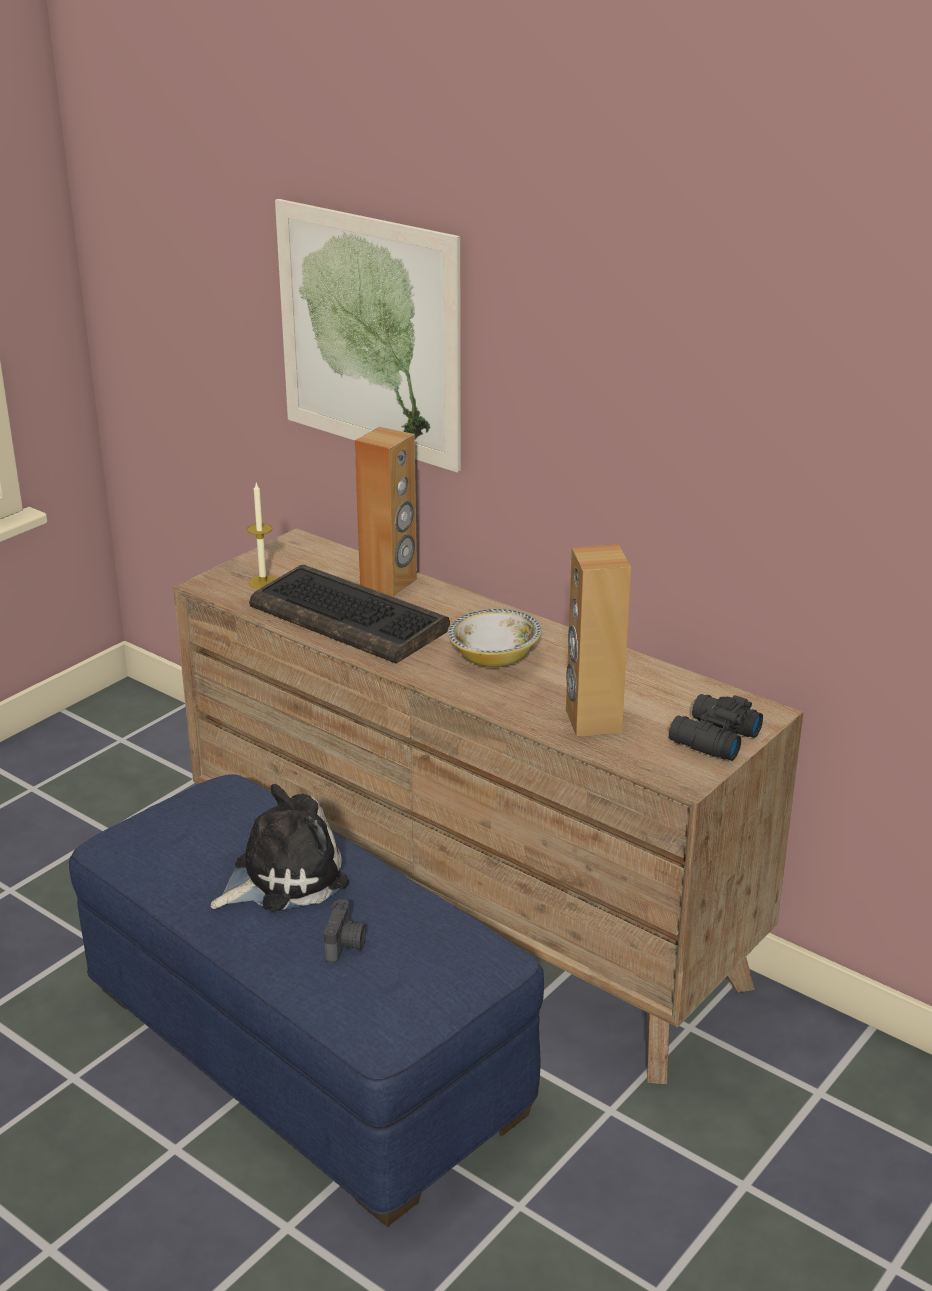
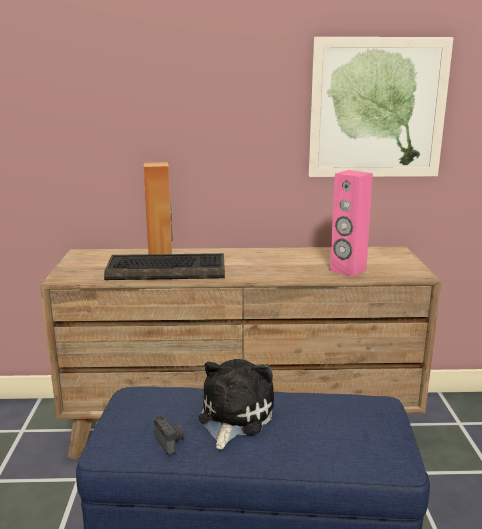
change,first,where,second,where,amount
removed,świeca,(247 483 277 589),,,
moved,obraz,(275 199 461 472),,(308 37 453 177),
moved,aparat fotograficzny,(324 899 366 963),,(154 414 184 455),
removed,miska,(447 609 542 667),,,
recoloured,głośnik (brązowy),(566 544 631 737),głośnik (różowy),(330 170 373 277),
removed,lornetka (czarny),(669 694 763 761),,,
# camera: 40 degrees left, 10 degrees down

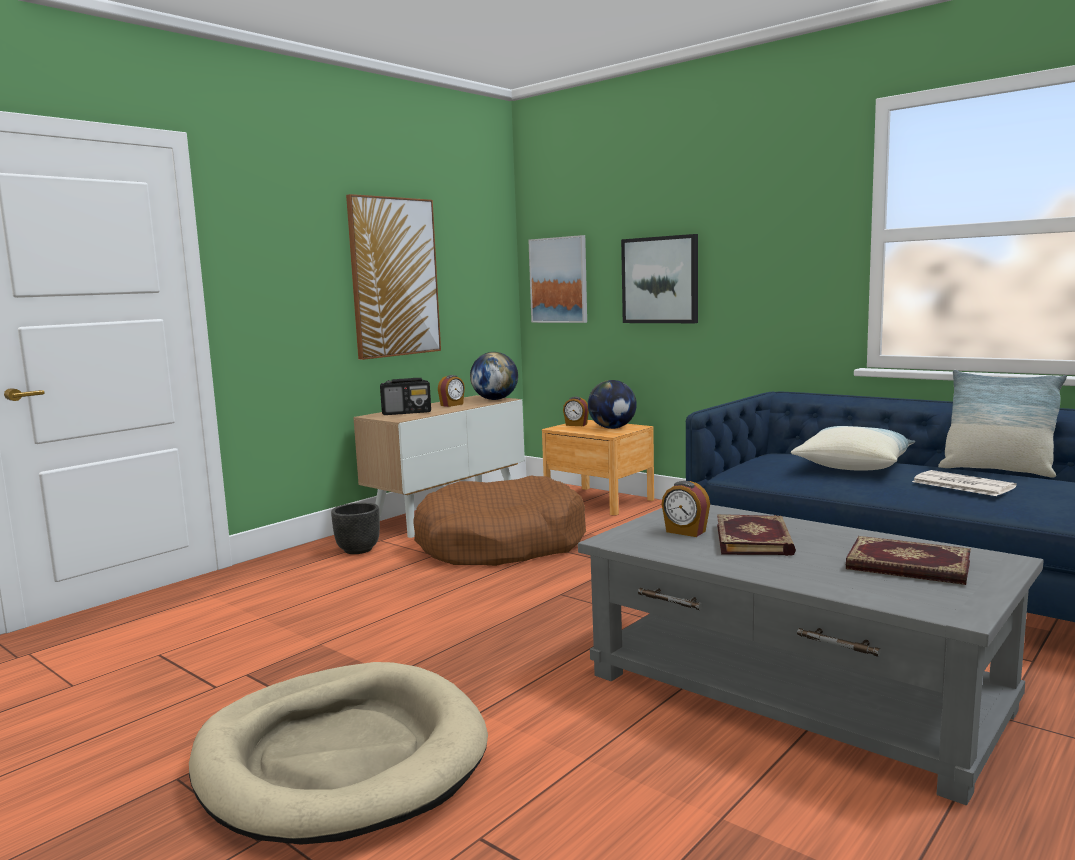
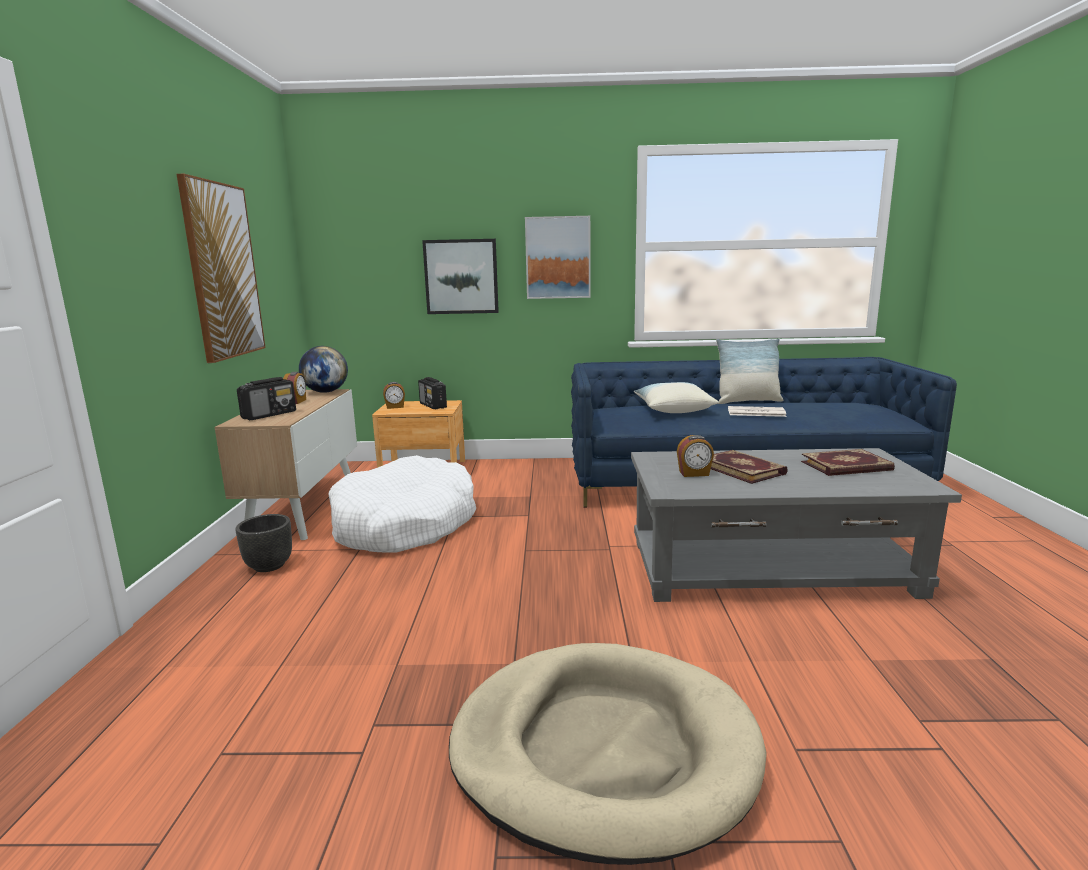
change,first,where,second,where,amount
recoloured,legowisko (brązowy),(413 476 586 566),legowisko (biały),(328 455 476 553),
moved,obraz,(528 235 587 323),,(525 216 590 299),
replaced,globus,(588 380 637 429),radio,(418 377 447 409),
# camera: 40 degrees left, 5 degrees up

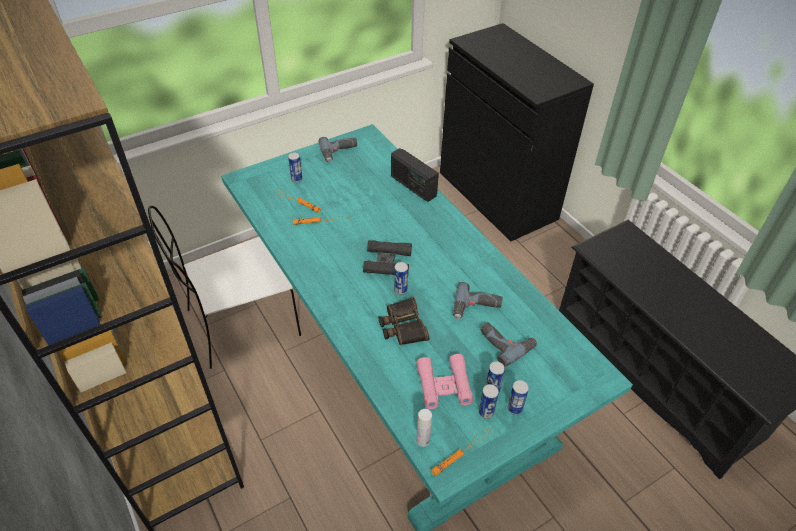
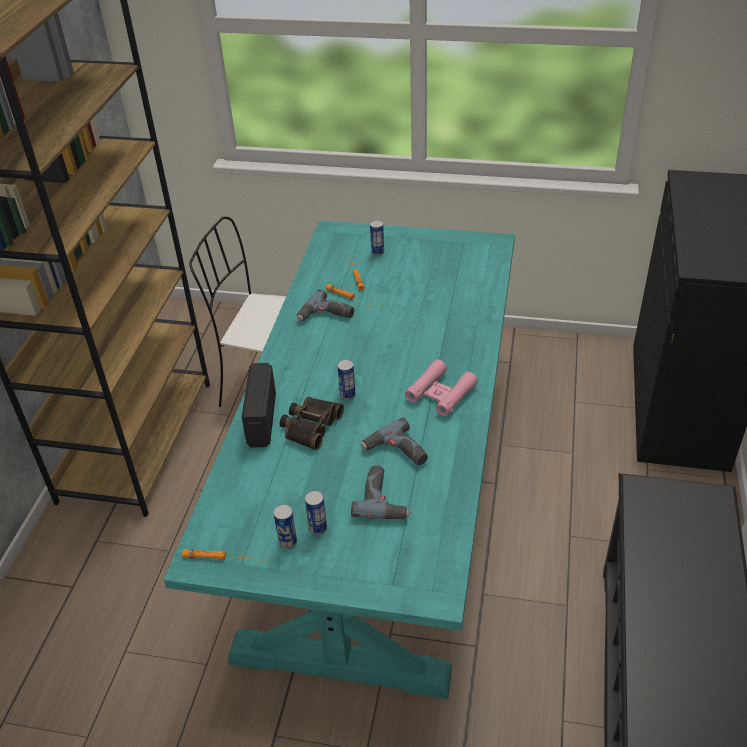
change,first,where,second,where,amount
moved,wiertarka,(319 137 357 162),,(297 289 354 321),
removed,lornetka (czarny),(363 240 412 275),,,
moved,radio,(391 148 439 202),,(242 363 276 448),
moved,lornetka (różowy),(416 354 473 409),,(405 359 478 416),
removed,butelka (biały),(416 409 432 447),,,
removed,puszka,(508 380 529 415),,,
# camera: 45 degrees right, 5 degrees down

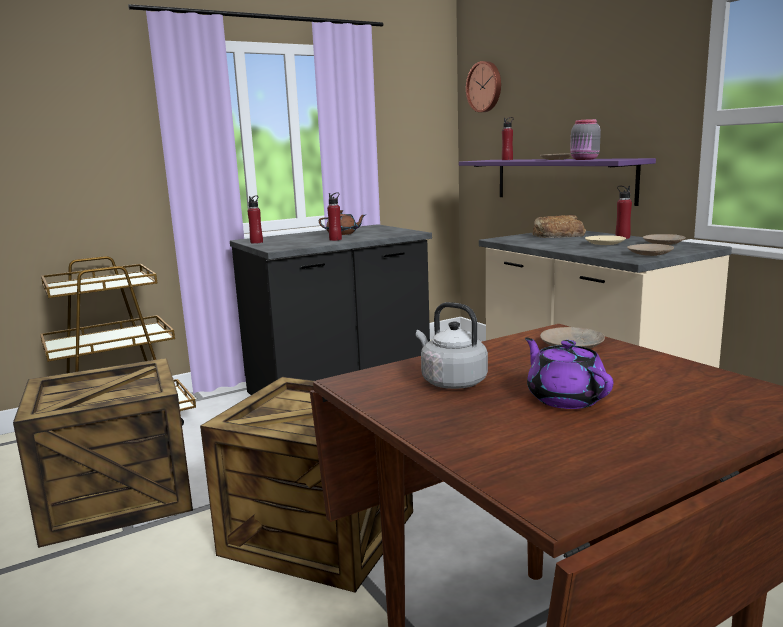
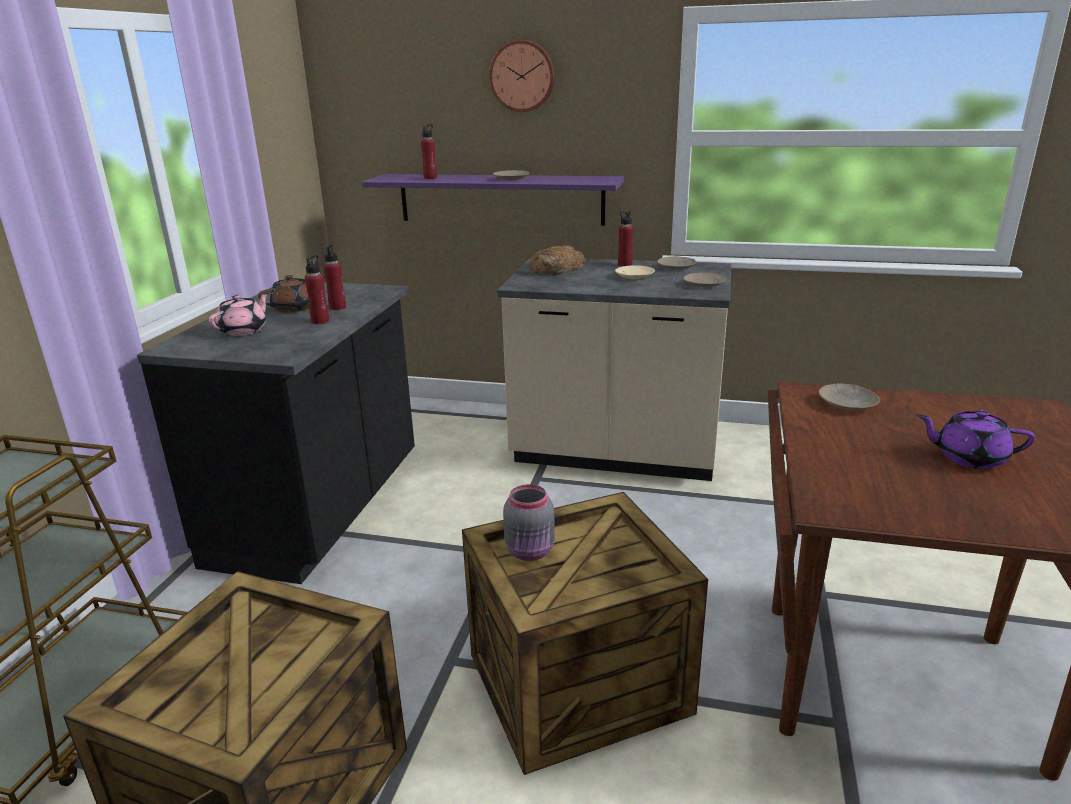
change,first,where,second,where,amount
moved,butelka (czerwony),(247 195 263 244),,(323 245 346 310),
removed,czajnik (szary),(416 302 488 389),,,
moved,zegar ścienny,(466 61 501 112),,(489 40 555 112),
moved,słoik (szary),(570 119 601 160),,(503 484 555 561),
added,,,imbryk (różowy),(209 293 269 336),
# camera: 45 degrees left, 10 degrees up

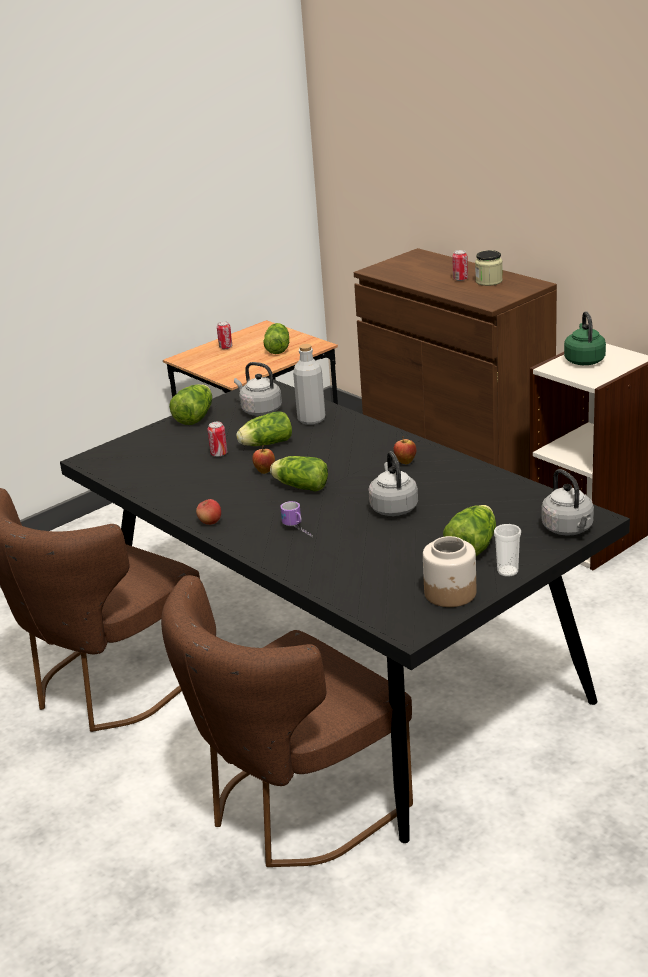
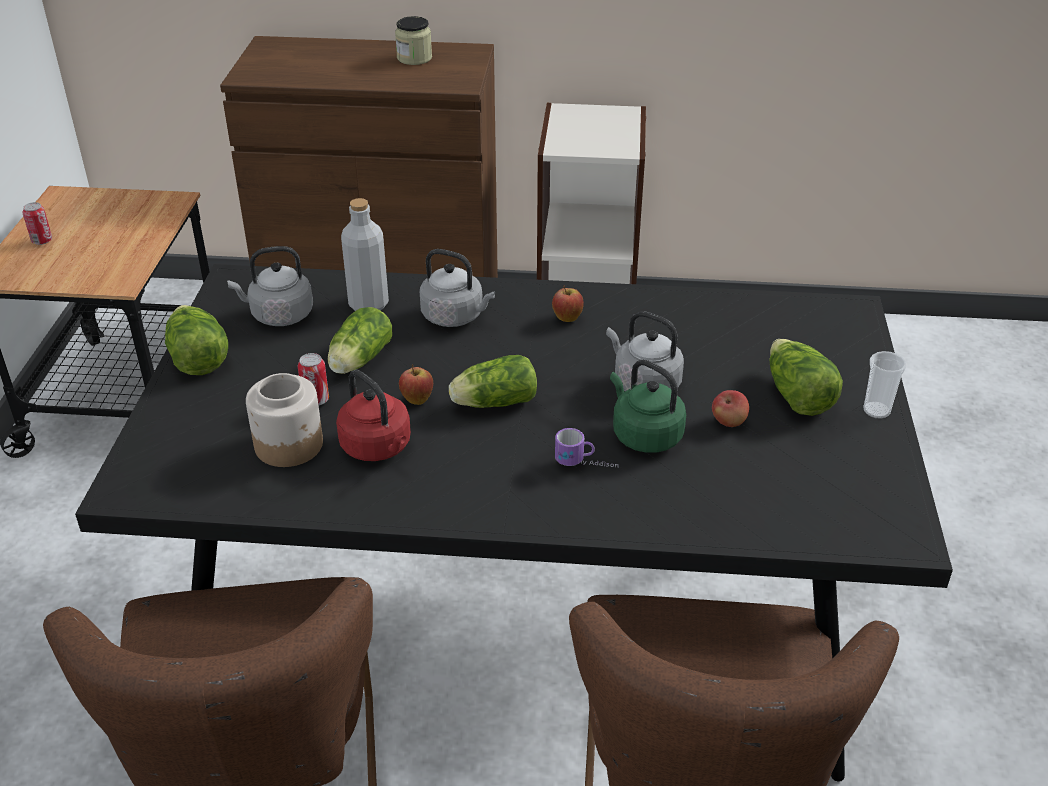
change,first,where,second,where,amount
moved,jabłko,(196 499 221 525),,(712 390 749 427),
removed,sałata,(263 323 289 354),,,
moved,słoik,(423 536 476 607),,(246 373 323 467),
removed,puszka,(452 250 468 281),,,
moved,czajnik (szary),(542 469 594 536),,(419 249 495 327),
moved,czajnik (zielony),(564 311 606 365),,(610 360 686 453),
added,,,czajnik (czerwony),(336 370 411 461),
# camera: 45 degrees left, 10 degrees up

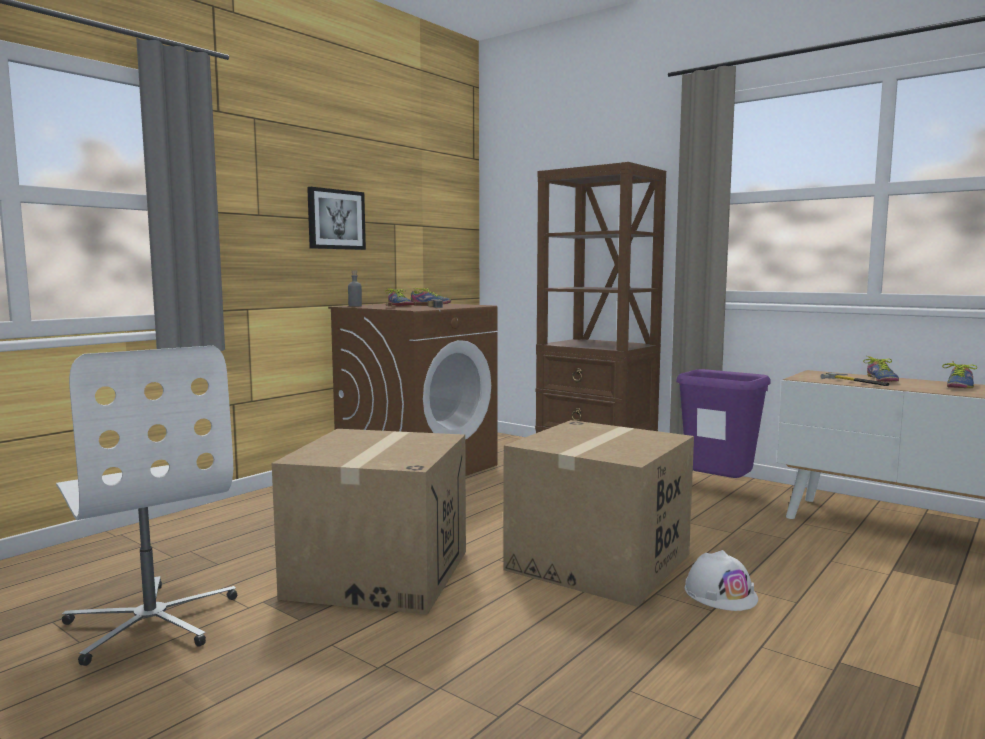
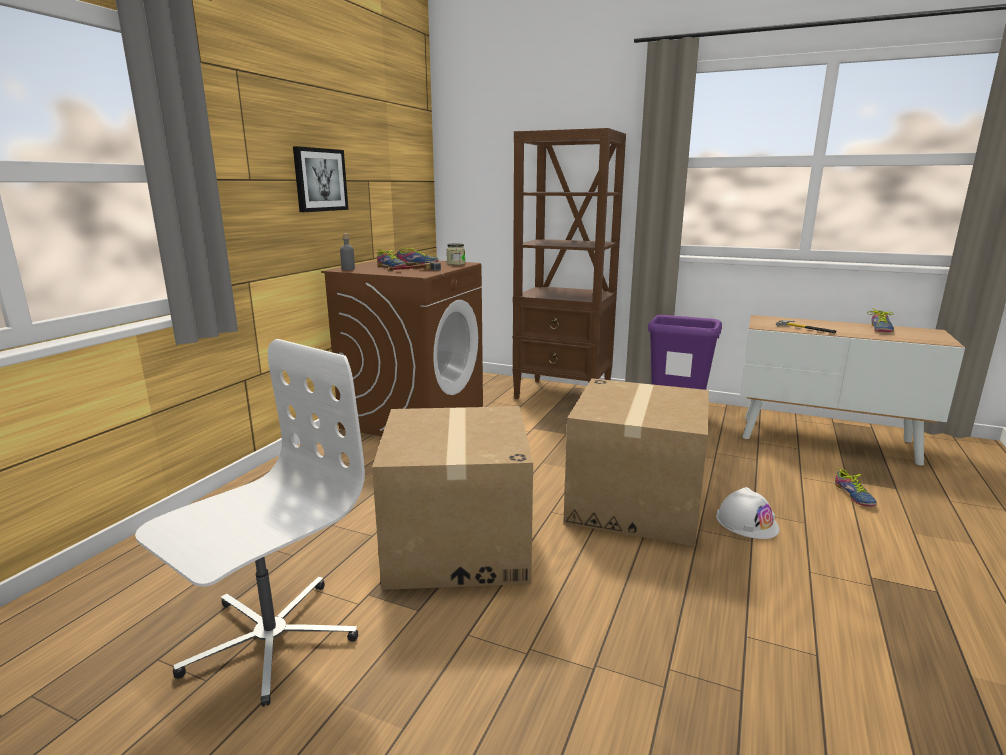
change,first,where,second,where,amount
turned,krzesło biurowe (biały),(56 346 237 666),,(135 339 365 707),90 degrees counterclockwise
moved,but,(863 356 899 382),,(835 468 877 507),
added,,,słoik,(447 243 465 265),
# camera: 15 degrees left, 10 degrees up

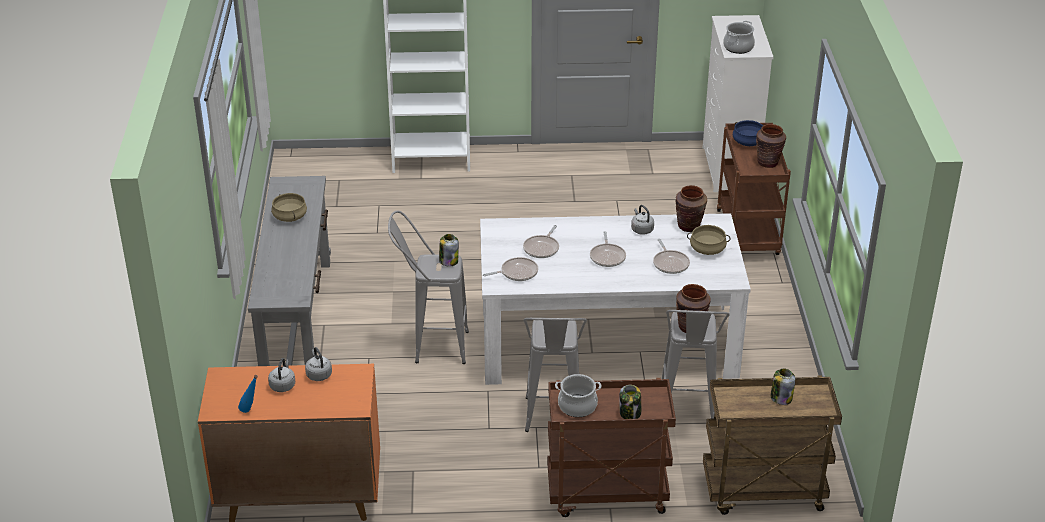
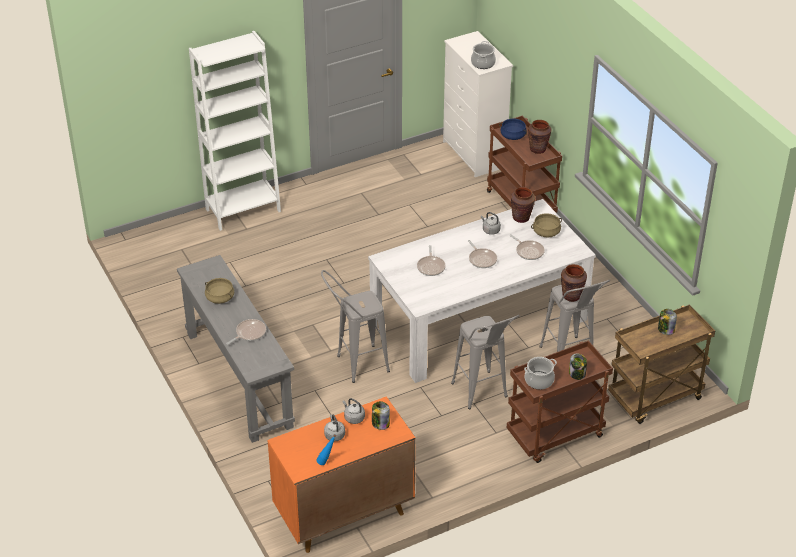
change,first,where,second,where,amount
moved,słoik,(439 234 459 267),,(372 401 390 430),
moved,patelnia,(483 257 538 281),,(226 319 266 345),
# camera: 25 degrees left, 5 degrees up

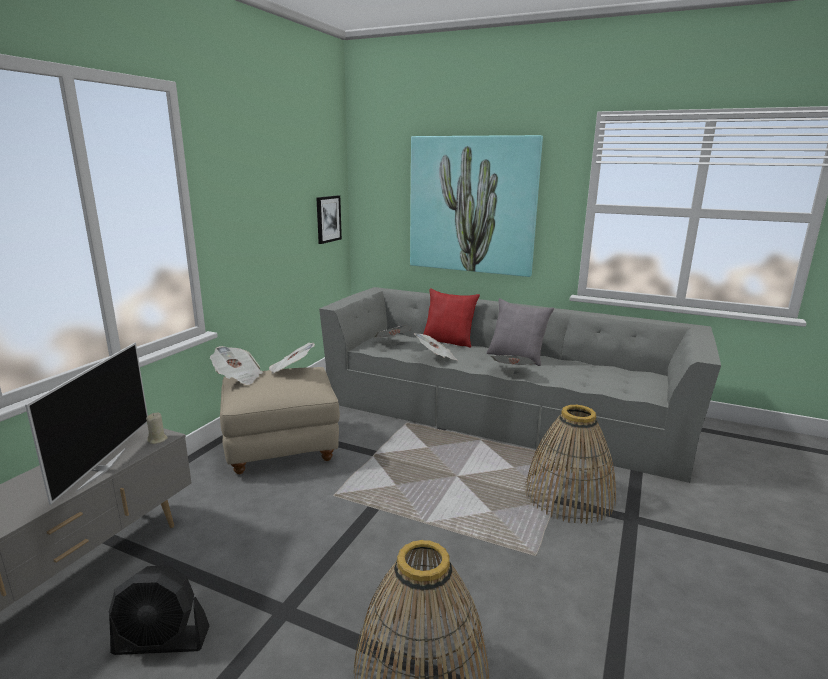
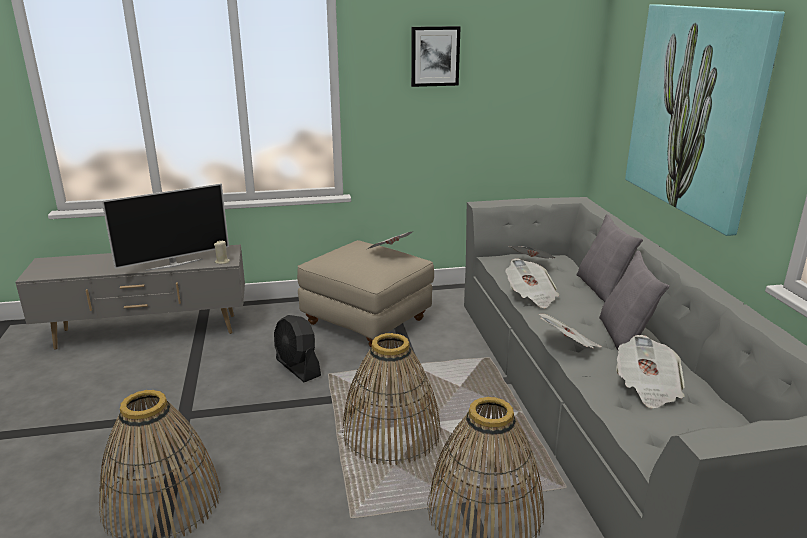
change,first,where,second,where,amount
moved,wentylator (czarny),(109 565 210 655),,(274 315 321 382),
moved,gazeta,(210 346 263 385),,(616 335 685 409),
moved,obraz,(317 195 342 244),,(411 26 461 87),
recoloured,poduszka (czerwony),(423 288 480 348),poduszka (szary),(577 214 643 302),
added,,,koszyk,(342 333 441 465),
# camera: 55 degrees right, 5 degrees up

